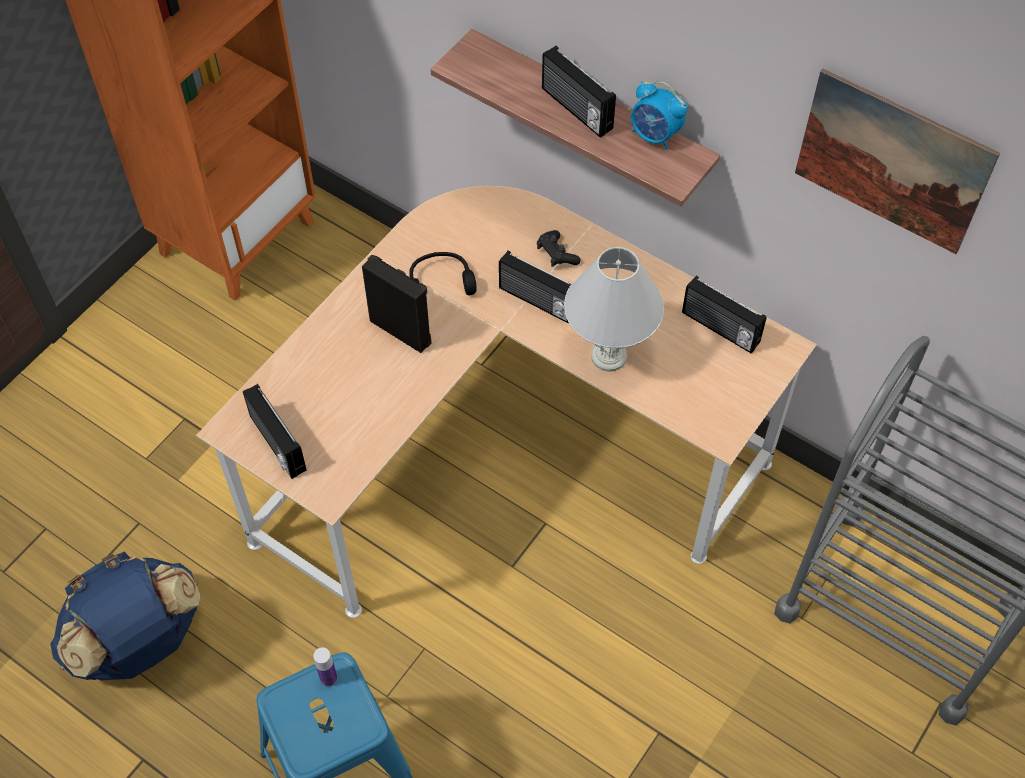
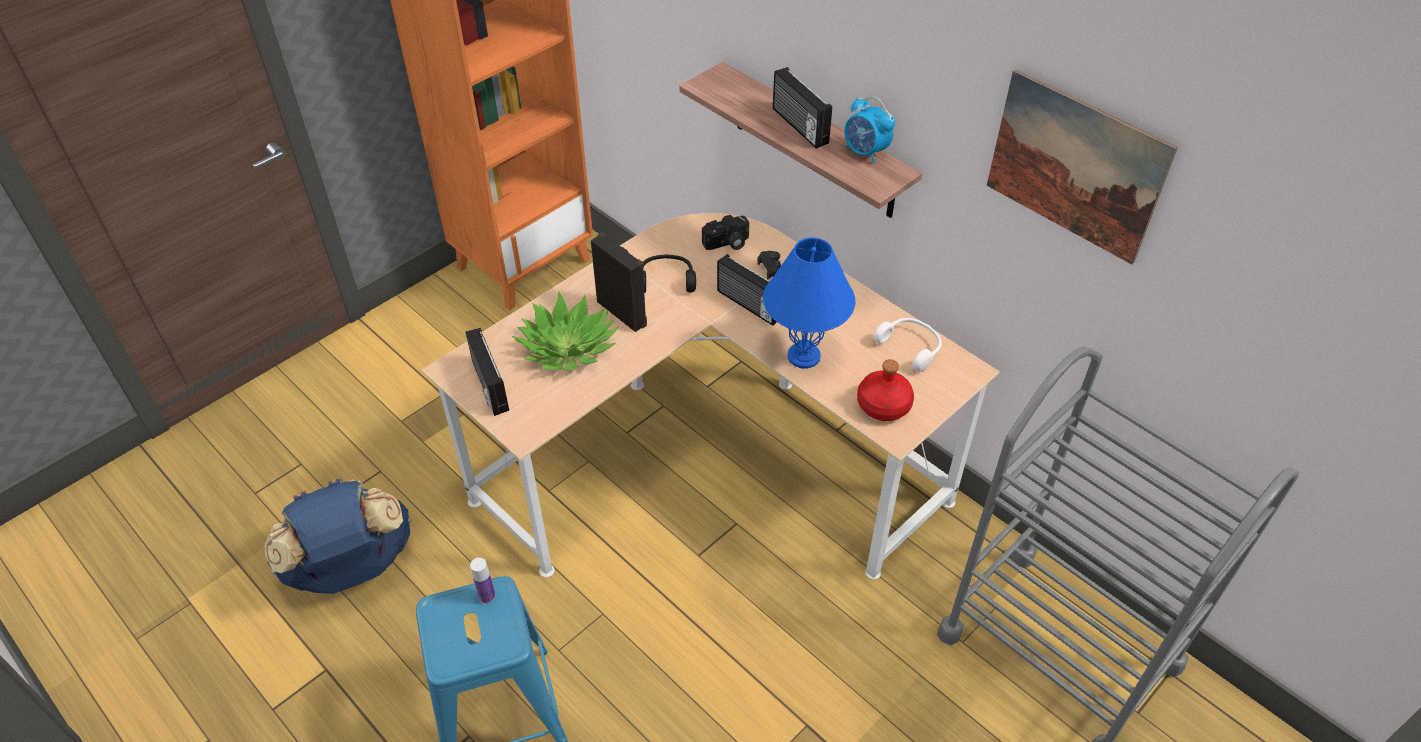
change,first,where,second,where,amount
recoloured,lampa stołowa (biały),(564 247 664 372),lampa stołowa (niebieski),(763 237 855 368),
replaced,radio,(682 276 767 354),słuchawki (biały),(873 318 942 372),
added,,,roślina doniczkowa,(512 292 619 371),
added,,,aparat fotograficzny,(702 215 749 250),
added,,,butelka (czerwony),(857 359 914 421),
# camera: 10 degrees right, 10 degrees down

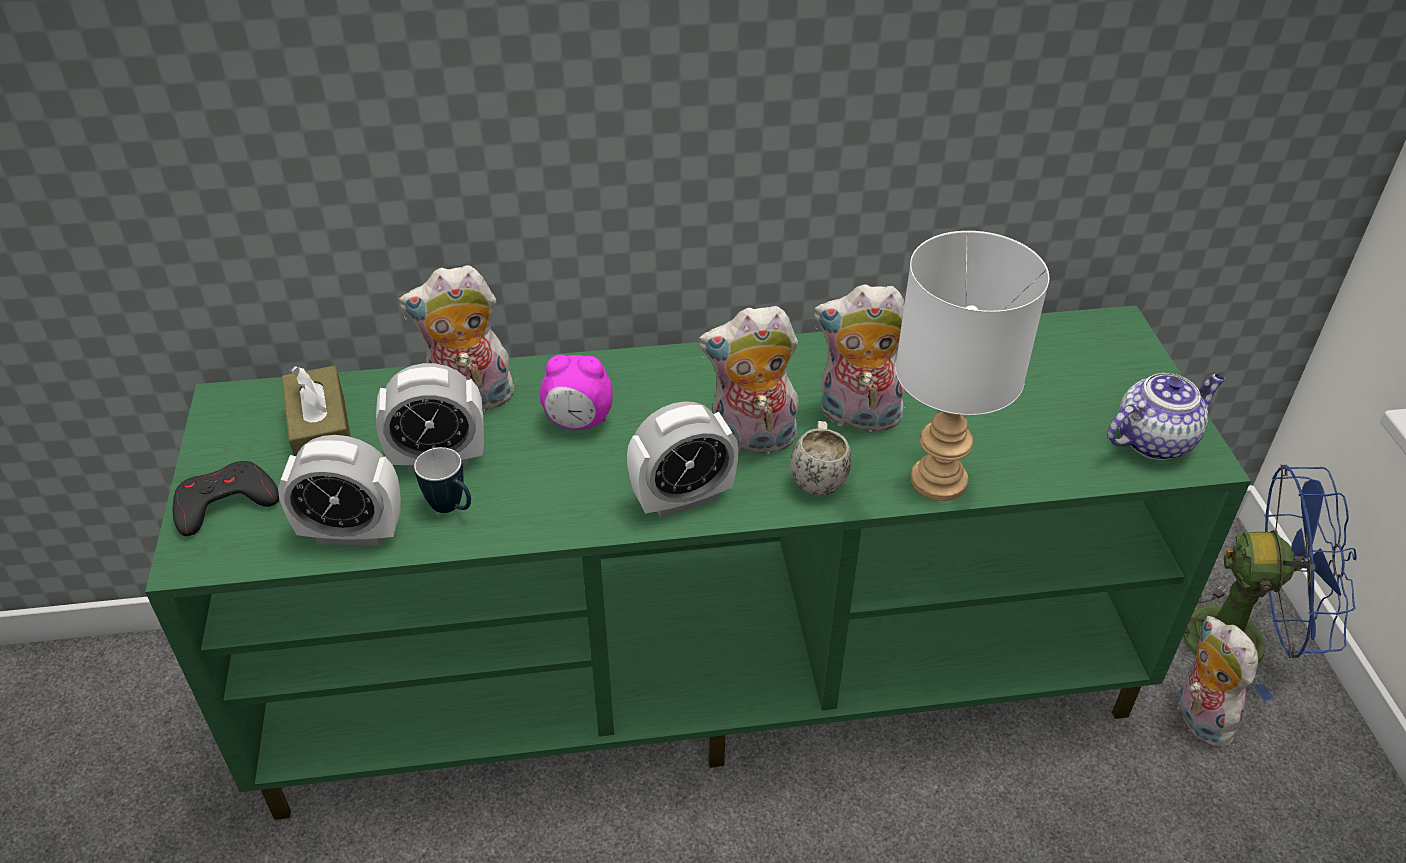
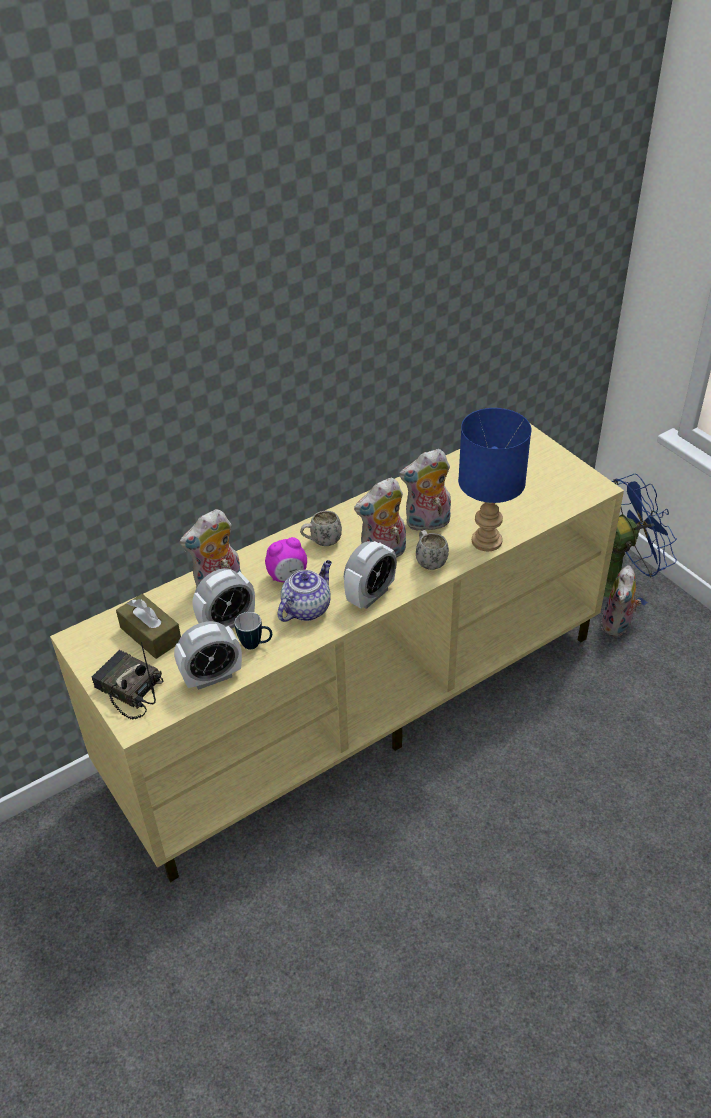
change,first,where,second,where,amount
recoloured,szafka pod telewizor (zielony),(145 305 1251 820),szafka pod telewizor (beżowy),(50 424 624 882),
replaced,pad do gier (czarny),(173 461 279 536),radio,(92 642 164 719),
recoloured,lampa stołowa (biały),(895 231 1049 501),lampa stołowa (niebieski),(458 408 531 551),
moved,imbryk,(1107 373 1225 460),,(278 560 332 622),
turned,pluszak,(1177 616 1258 747),,(601 565 641 637),120 degrees counterclockwise
added,,,kubek (biały),(300 511 342 546),
# camera: 25 degrees left, 0 degrees up

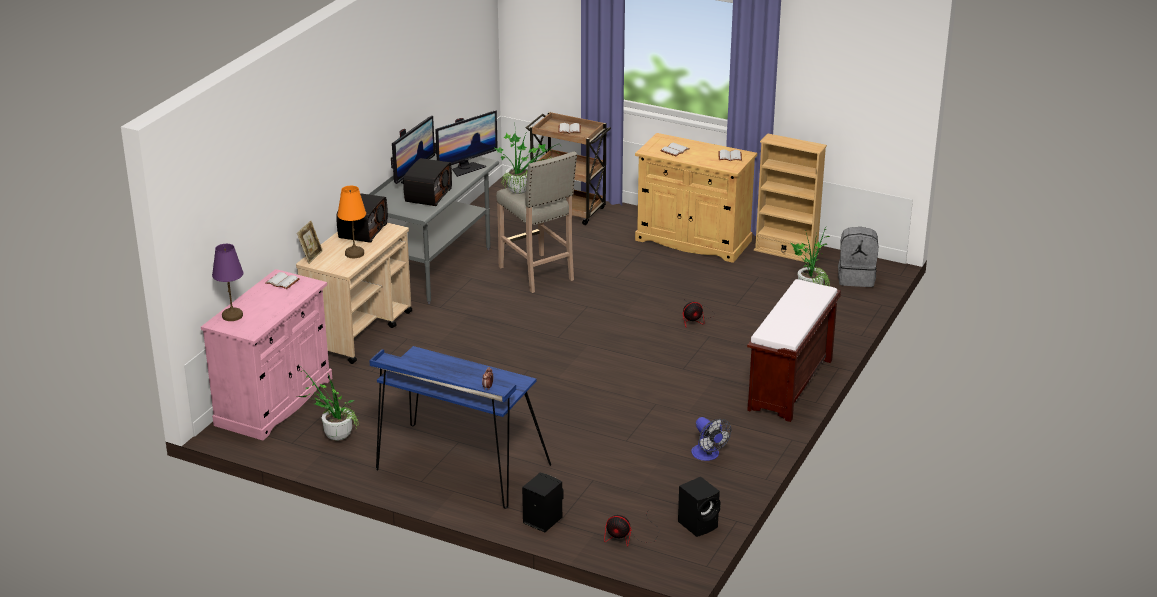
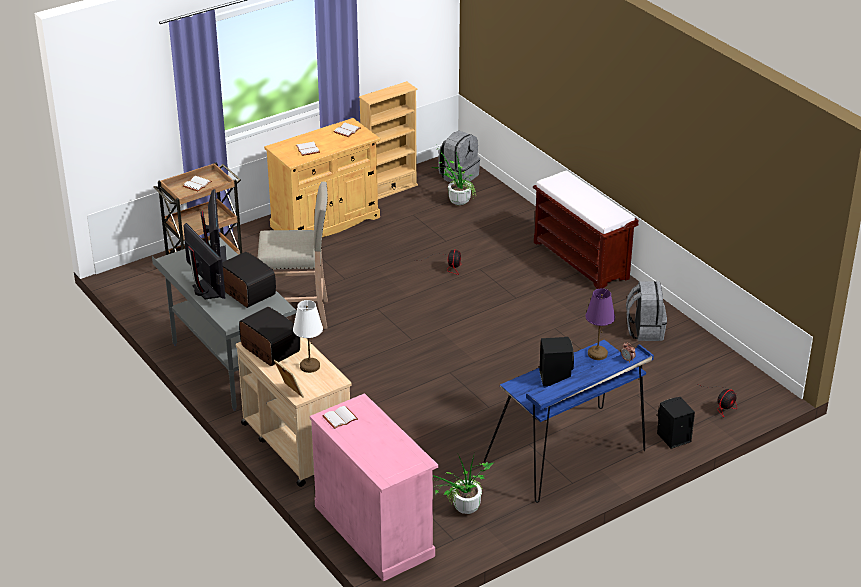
change,first,where,second,where,amount
moved,lampa stołowa (fioletowy),(212 244 243 321),,(586 288 615 360),
recoloured,lampa stołowa (pomarańczowy),(337 186 366 258),lampa stołowa (biały),(293 300 323 373),
removed,roślina doniczkowa,(495 131 561 194),,,
moved,głośnik (czarny),(678 477 721 537),,(539 337 574 386),
replaced,wentylator,(691 417 731 461),plecak (szary),(626 281 667 341),
# camera: 60 degrees left, 5 degrees up

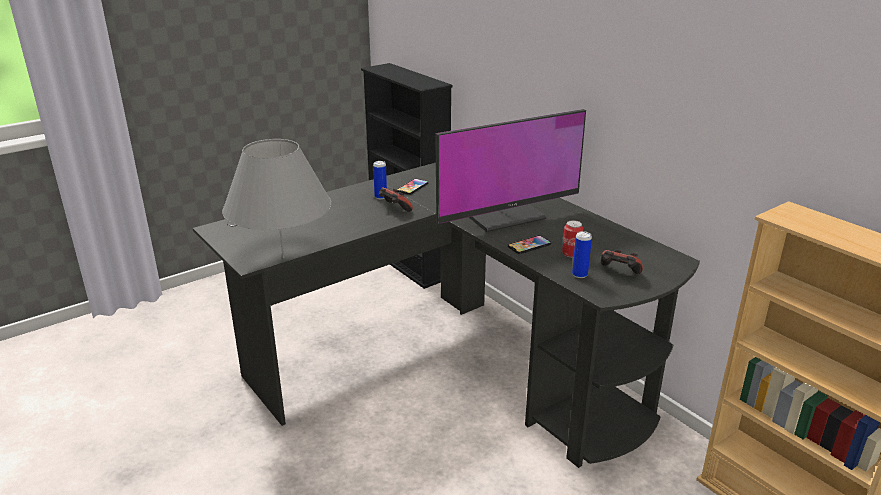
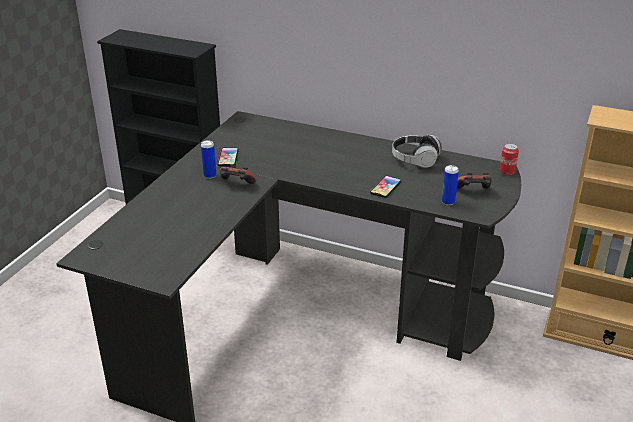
change,first,where,second,where,amount
removed,lampa stołowa (szary),(222 139 332 258),,,
removed,monitor,(435 109 586 232),,,
moved,puszka,(562 220 583 258),,(499 143 519 175),
added,,,słuchawki,(392 135 442 168),
# camera: 30 degrees left, 5 degrees up

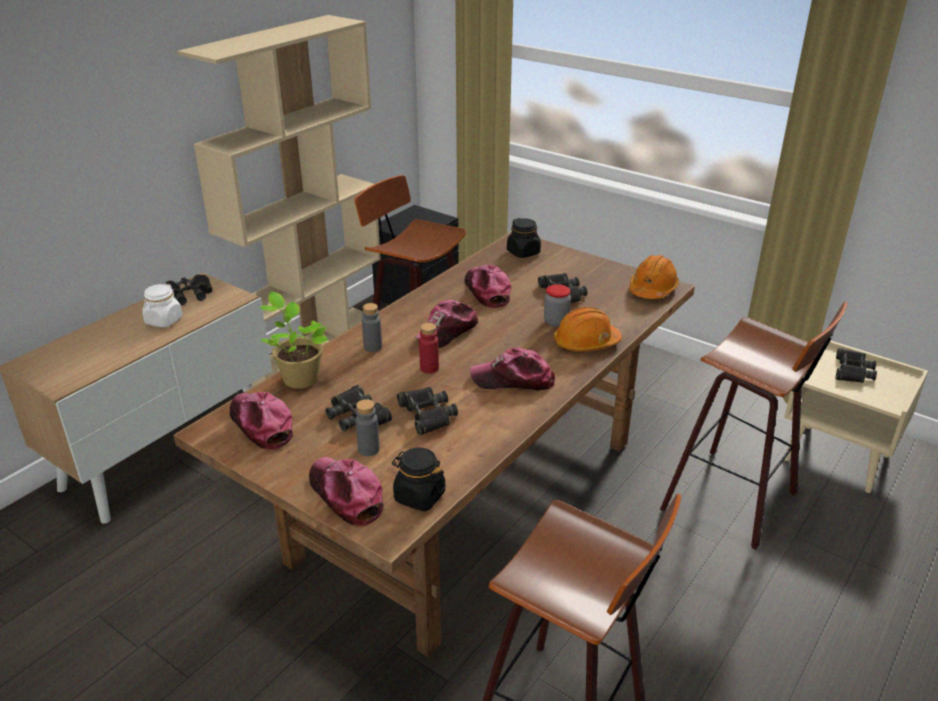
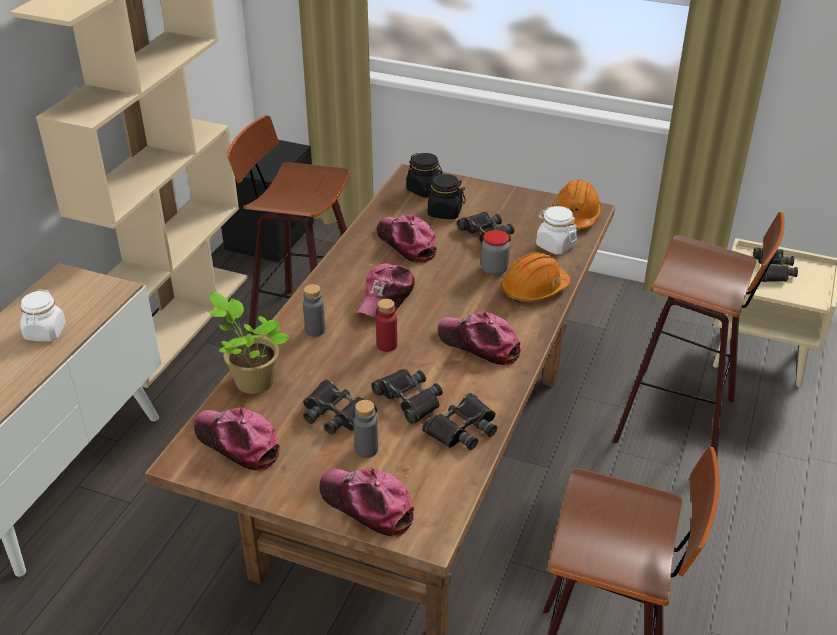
change,first,where,second,where,amount
moved,lornetka (czarny),(164 274 213 305),,(422 393 497 450),
moved,słoik (czarny),(392 447 446 511),,(424 174 466 219),
turned,czapka z daszkiem,(470 348 555 391),,(438 311 521 366),45 degrees clockwise
added,,,słoik (biały),(536 206 577 255),
# camera: 15 degrees left, 5 degrees up

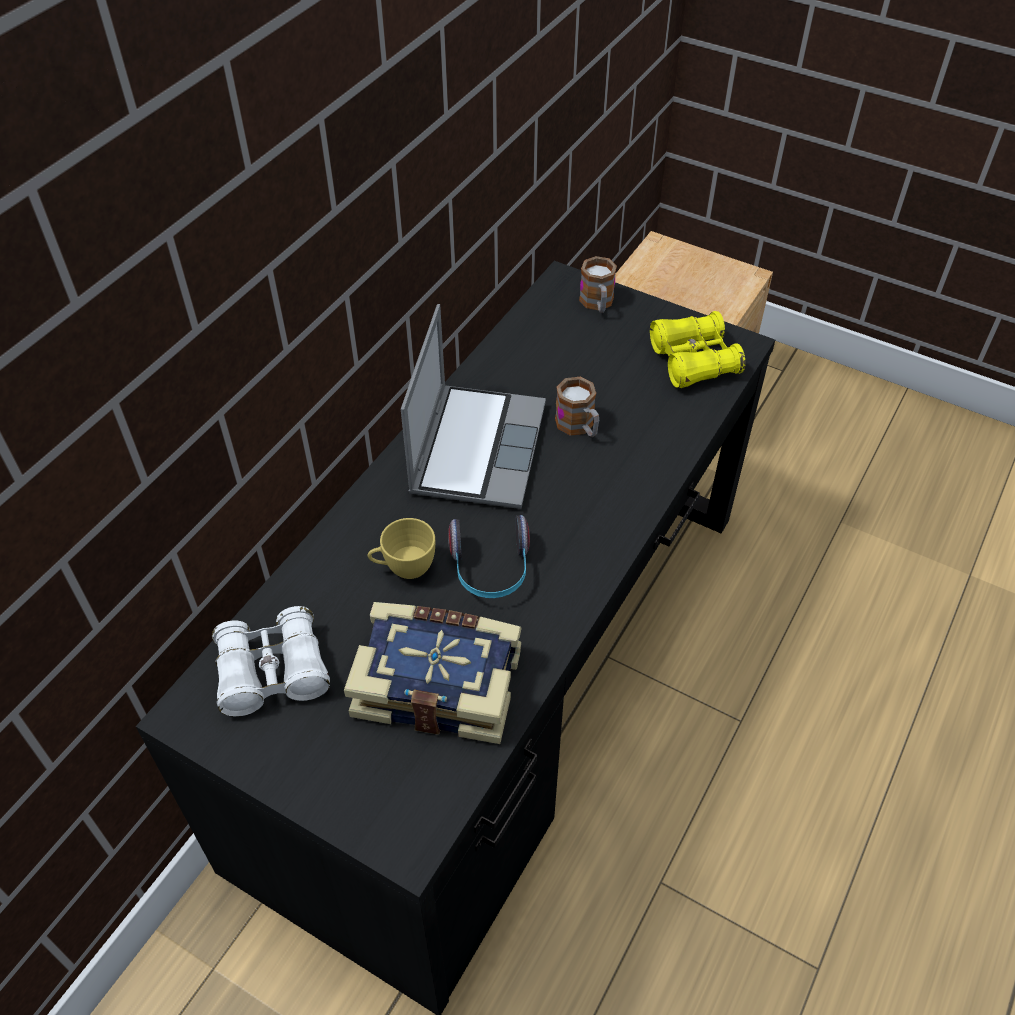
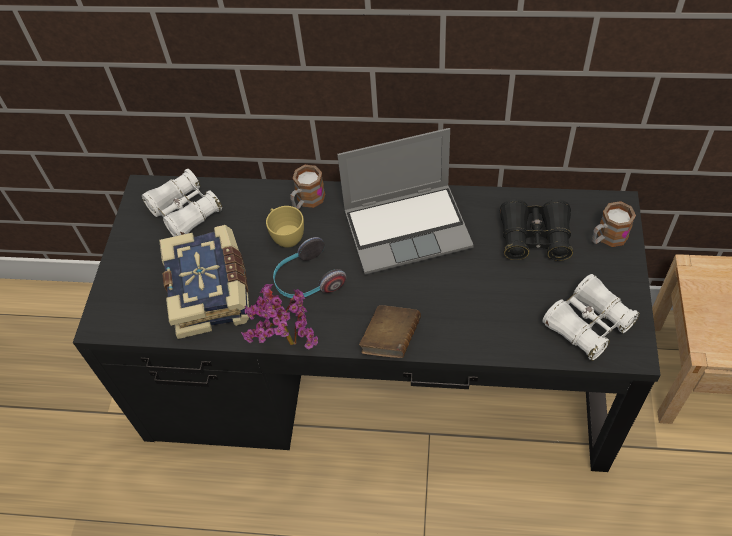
change,first,where,second,where,amount
moved,kubek,(555 377 599 437),,(290 165 325 209),
recoloured,lornetka (żółty),(650 311 745 388),lornetka (biały),(542 274 640 361),
added,,,roślina doniczkowa,(241 284 318 350),
added,,,książka (brązowy),(359 305 421 358),
added,,,lornetka (czarny),(500 199 573 261),
# camera: 70 degrees right, 5 degrees up

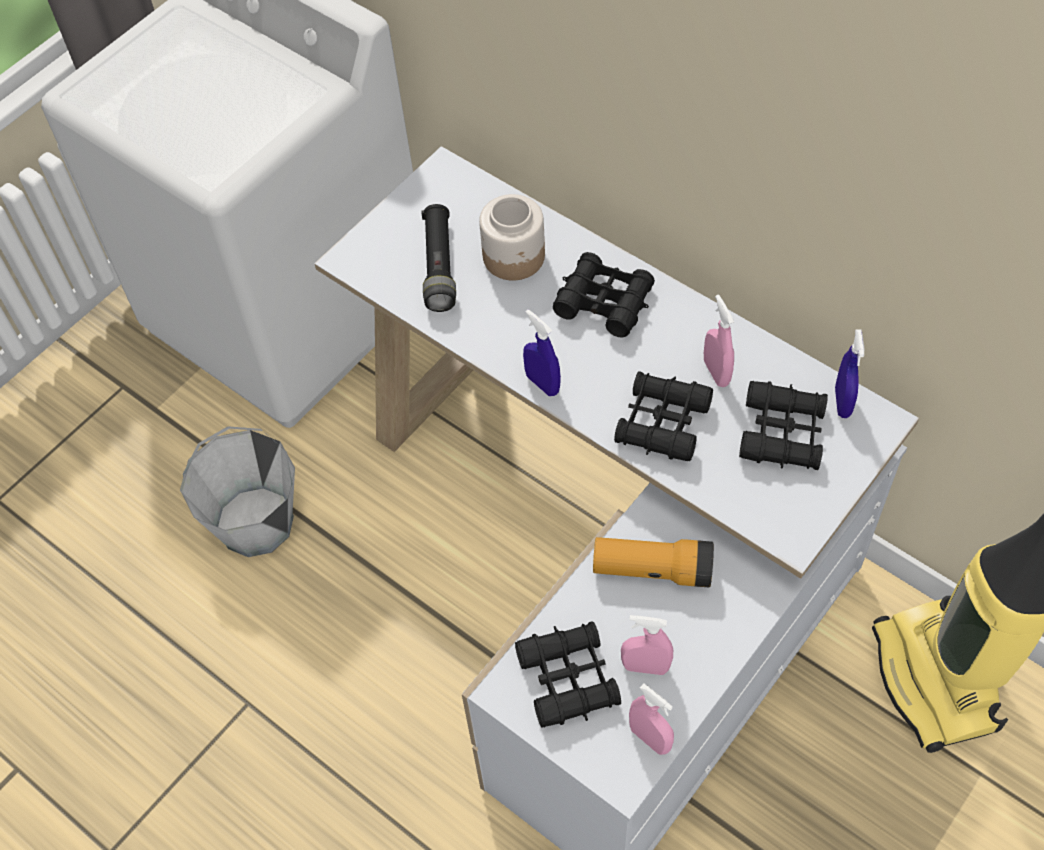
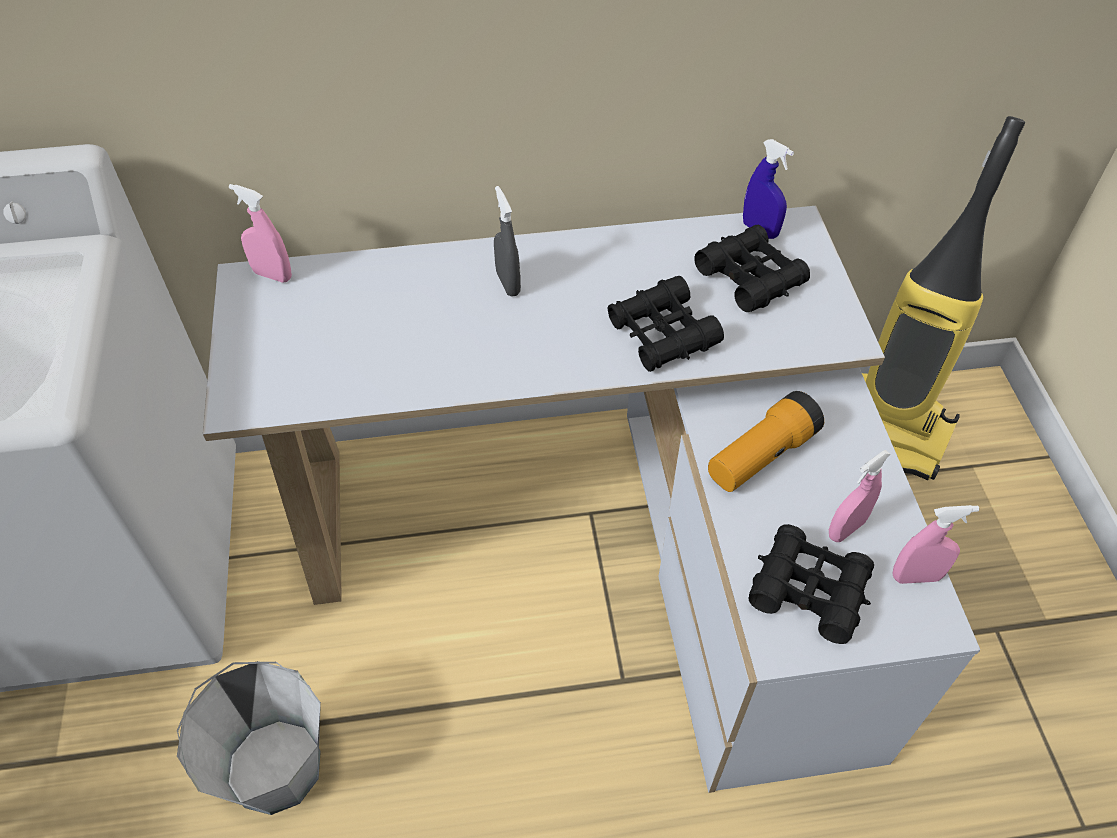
change,first,where,second,where,amount
removed,latarka (czarny),(421 204 456 312),,,
removed,słoik,(479 194 545 280),,,
removed,spryskiwacz (niebieski),(523 309 561 396),,,
replaced,lornetka (czarny),(553 252 655 337),spryskiwacz (szary),(494 186 521 297),
moved,spryskiwacz (różowy),(704 295 734 387),,(229 184 292 283),
# camera: 50 degrees left, 5 degrees down

